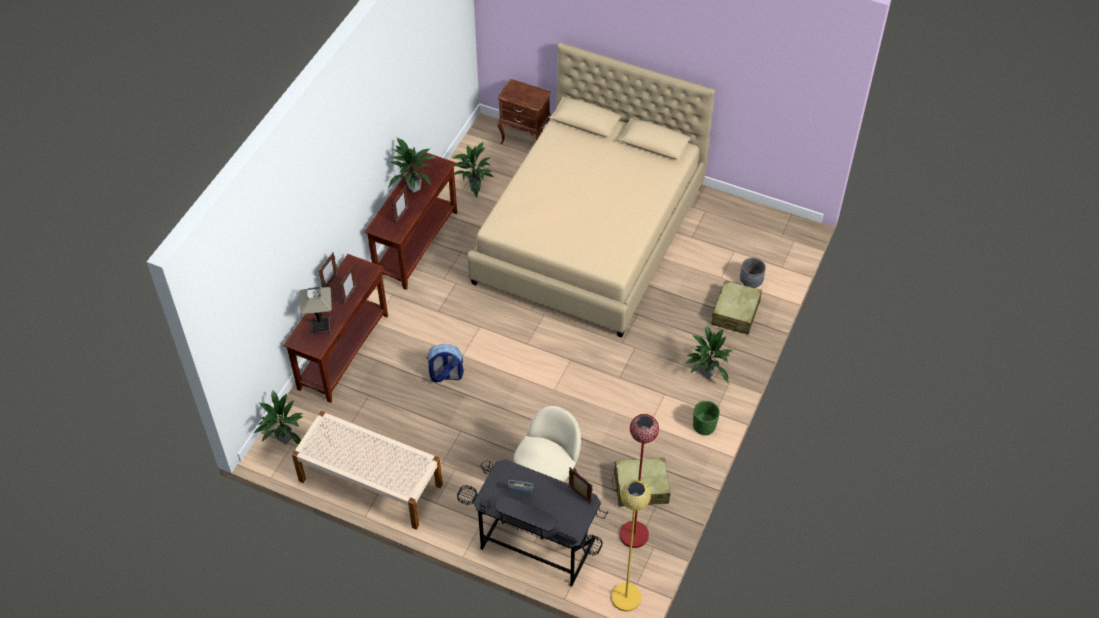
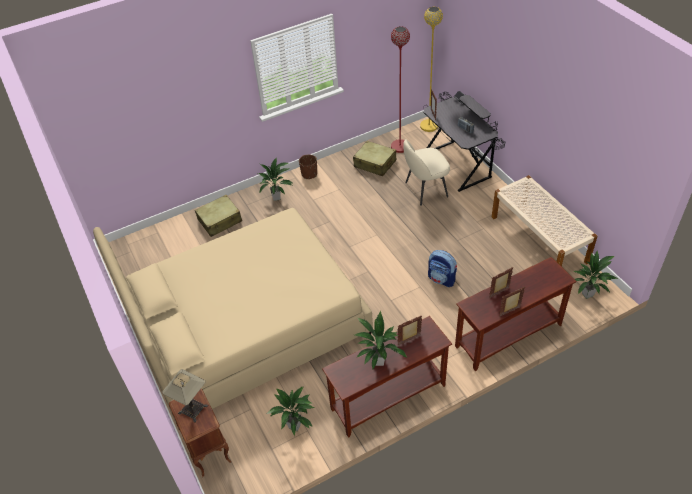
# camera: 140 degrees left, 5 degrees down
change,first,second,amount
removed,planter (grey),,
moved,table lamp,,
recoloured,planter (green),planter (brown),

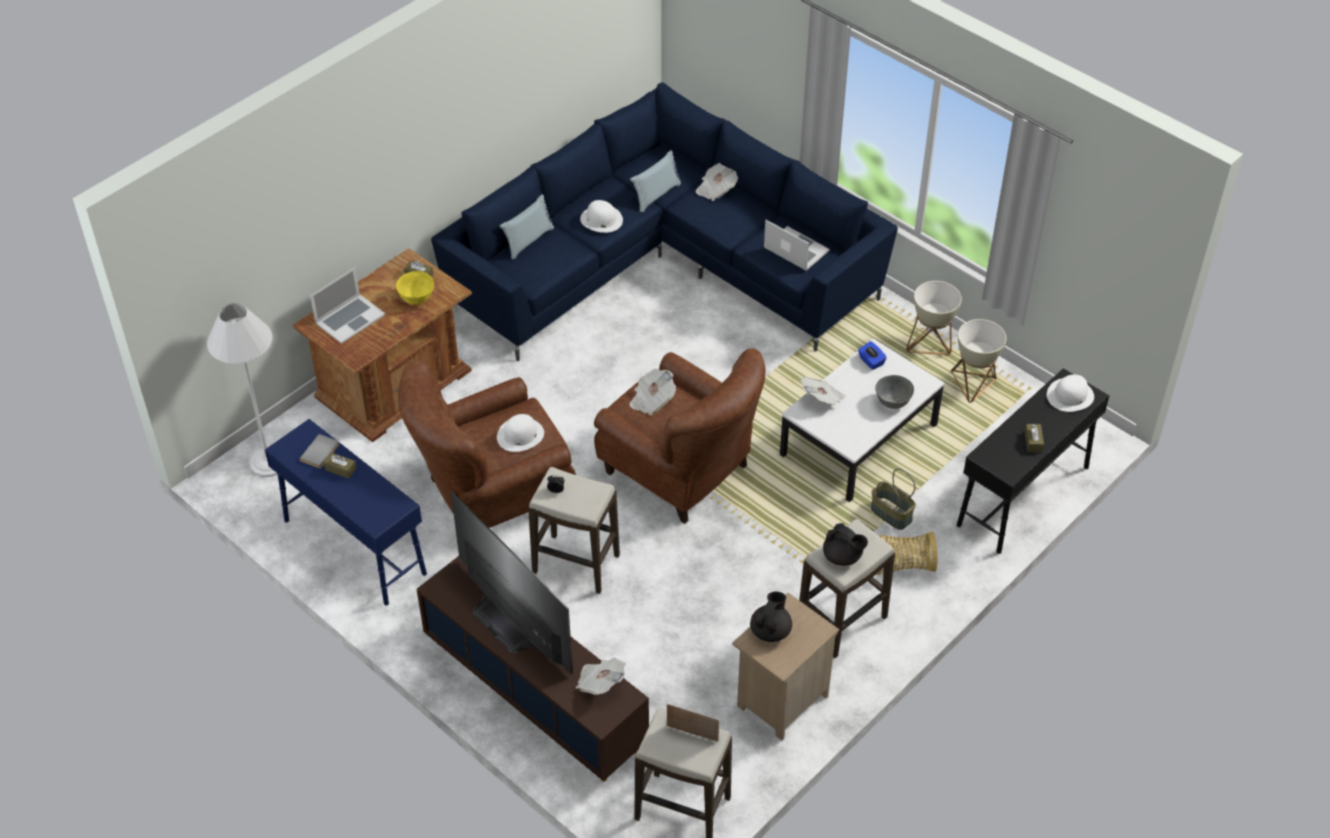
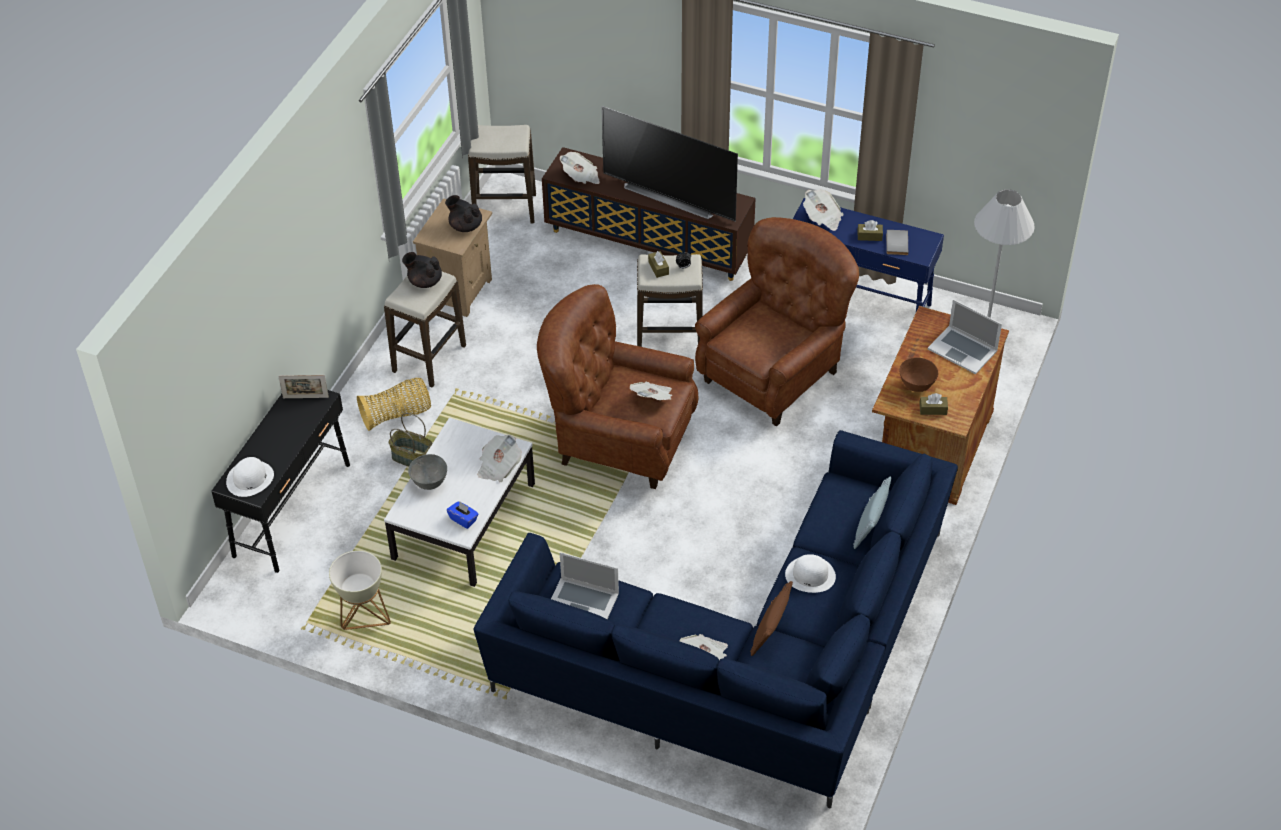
# camera: 160 degrees right, 0 degrees up
change,first,second,amount
recoloured,pillow (blue) (2nd from left),pillow (brown),
turned,laptop (1st from left in the first image),laptop (2nd from left),75 degrees counterclockwise
recoloured,bowl (yellow),bowl (brown),
removed,planter (1st from left),,
removed,hat (white) (1st from left),,
moved,tissue box (brown) (3rd from left in the first image),tissue box (brown) (1st from left),
turned,teapot (black) (1st from left in the first image),teapot (black) (2nd from left),120 degrees clockwise
moved,picture frame,,
added,,newspaper (5th from left),

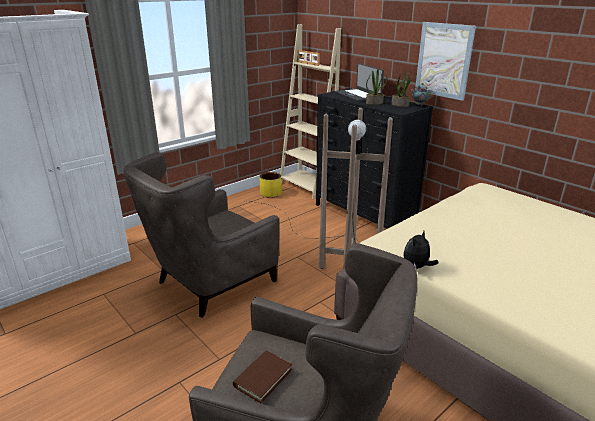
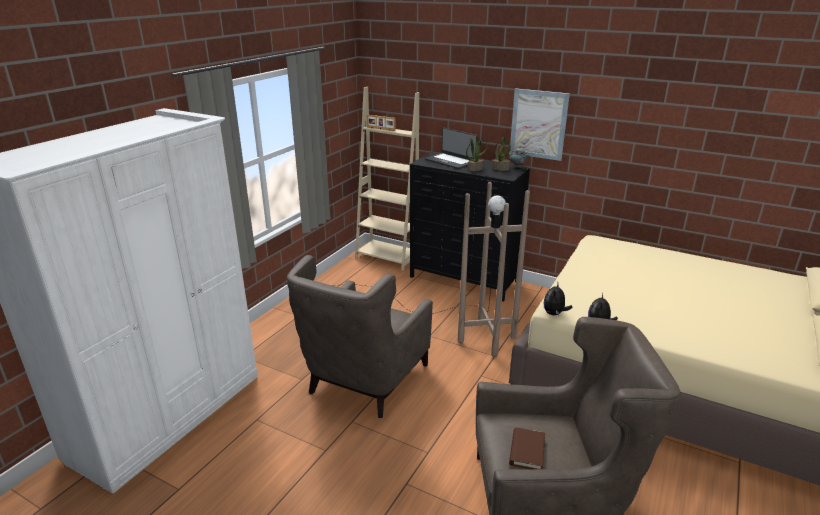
# camera: 20 degrees left, 0 degrees up
change,first,second,amount
removed,planter (yellow),,
added,,plush toy (1st from left),

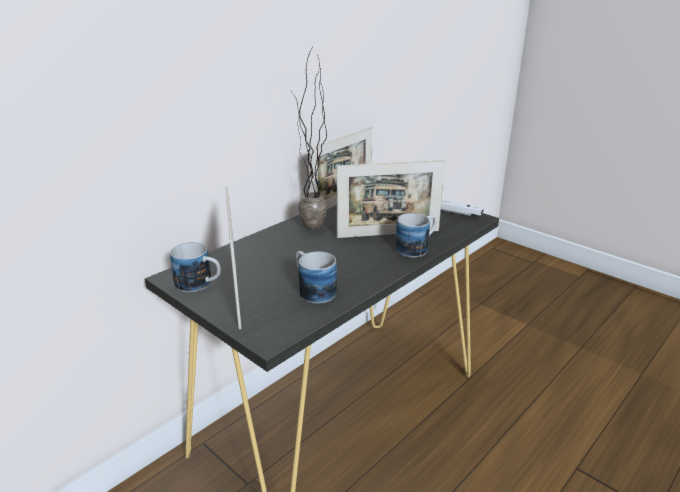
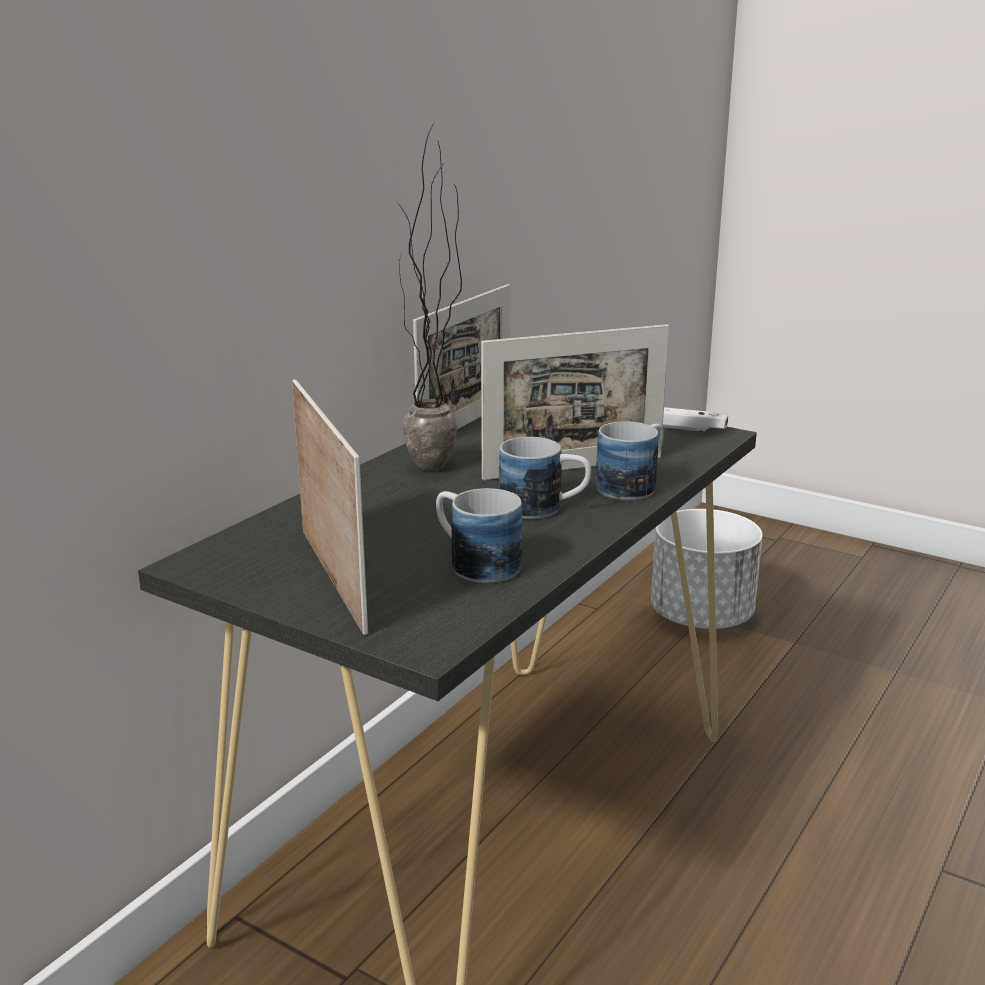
# camera: 10 degrees left, 5 degrees down
change,first,second,amount
moved,mug (1st from left in the first image),mug (2nd from left),
added,,planter (white),

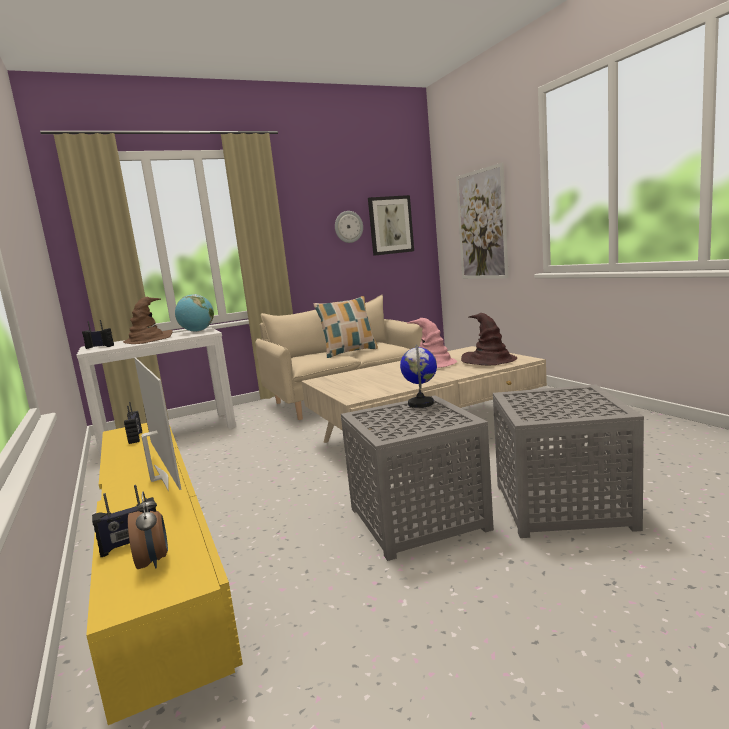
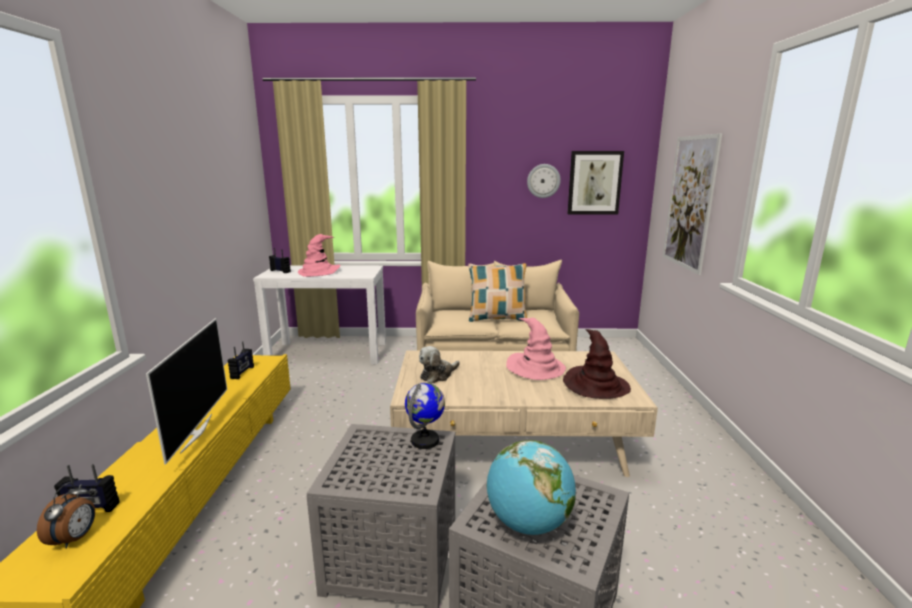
# camera: 25 degrees right, 5 degrees up
change,first,second,amount
moved,globe (1st from left in the first image),globe (2nd from left),
recoloured,hat (brown) (1st from left),hat (pink) (1st from left),
added,,plush toy,

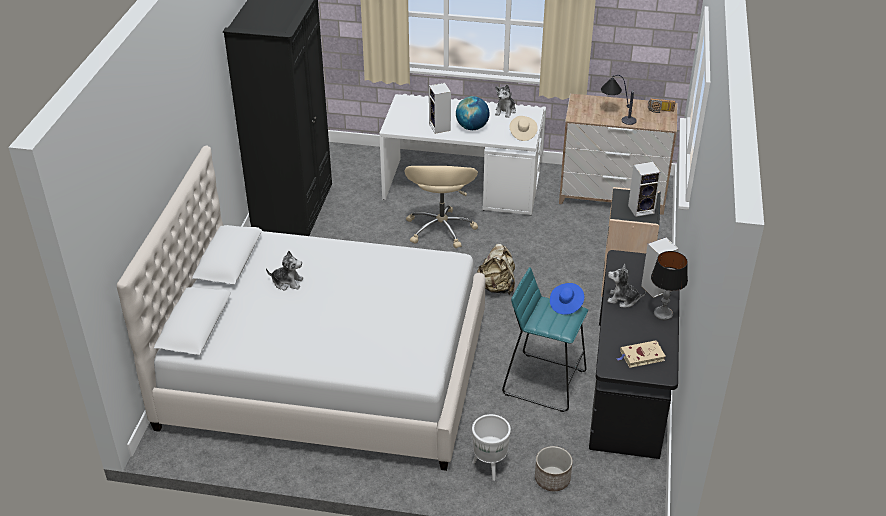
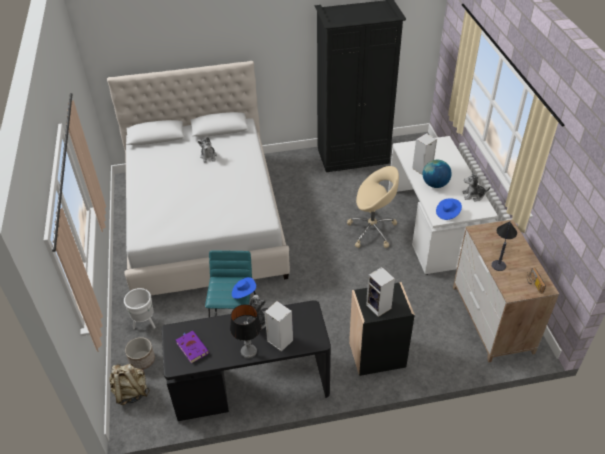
# camera: 70 degrees right, 5 degrees up
change,first,second,amount
recoloured,hat (beige),hat (blue) (2nd from left),
turned,office chair (beige),,150 degrees counterclockwise
moved,backpack (beige),,
recoloured,book (beige),book (purple),

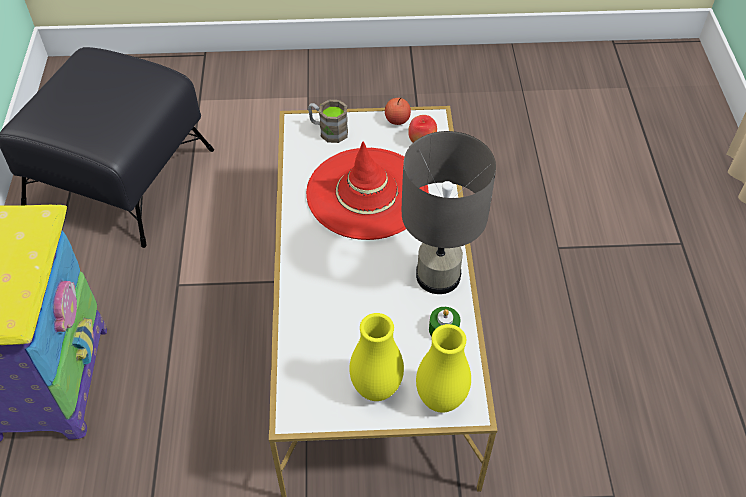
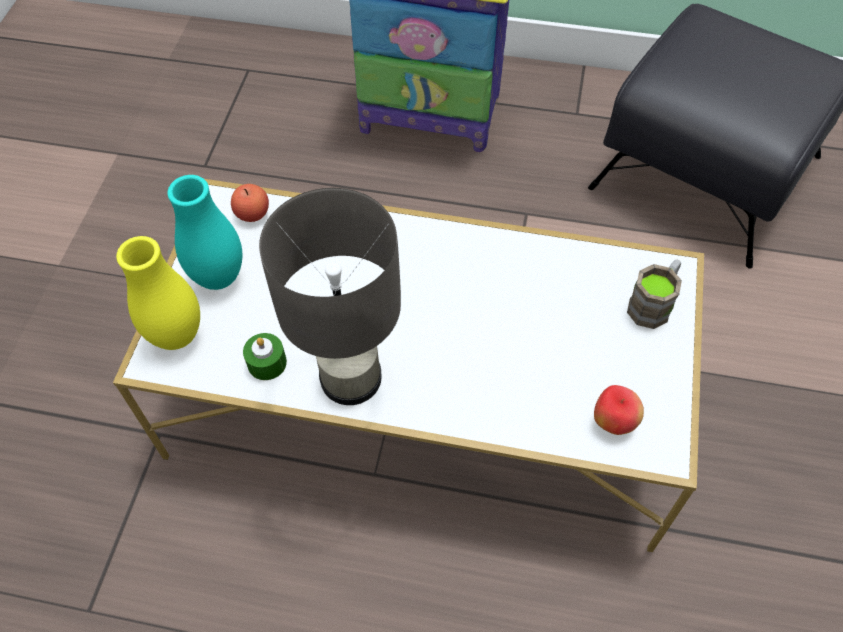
# camera: 105 degrees right, 5 degrees up
change,first,second,amount
moved,apple (1st from left),,
removed,hat (red),,
recoloured,vase (yellow) (1st from left),vase (turquoise),

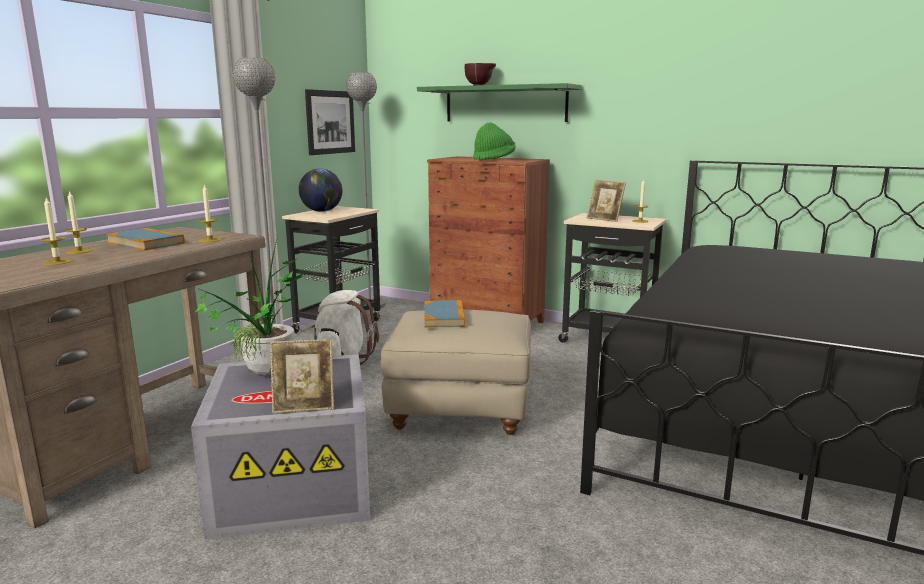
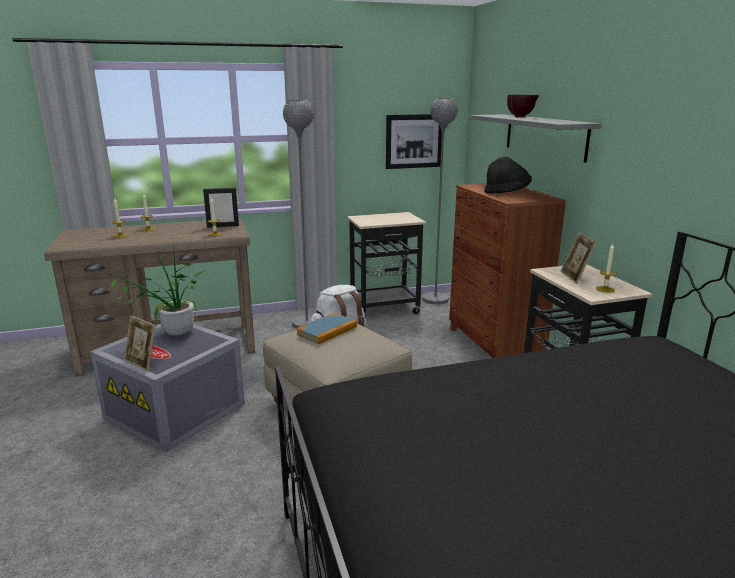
# camera: 45 degrees right, 5 degrees up
change,first,second,amount
recoloured,shelf (green),shelf (grey),
recoloured,hat (green),hat (black),
removed,globe,,
removed,book (1st from left),,
added,,picture frame (2nd from left),

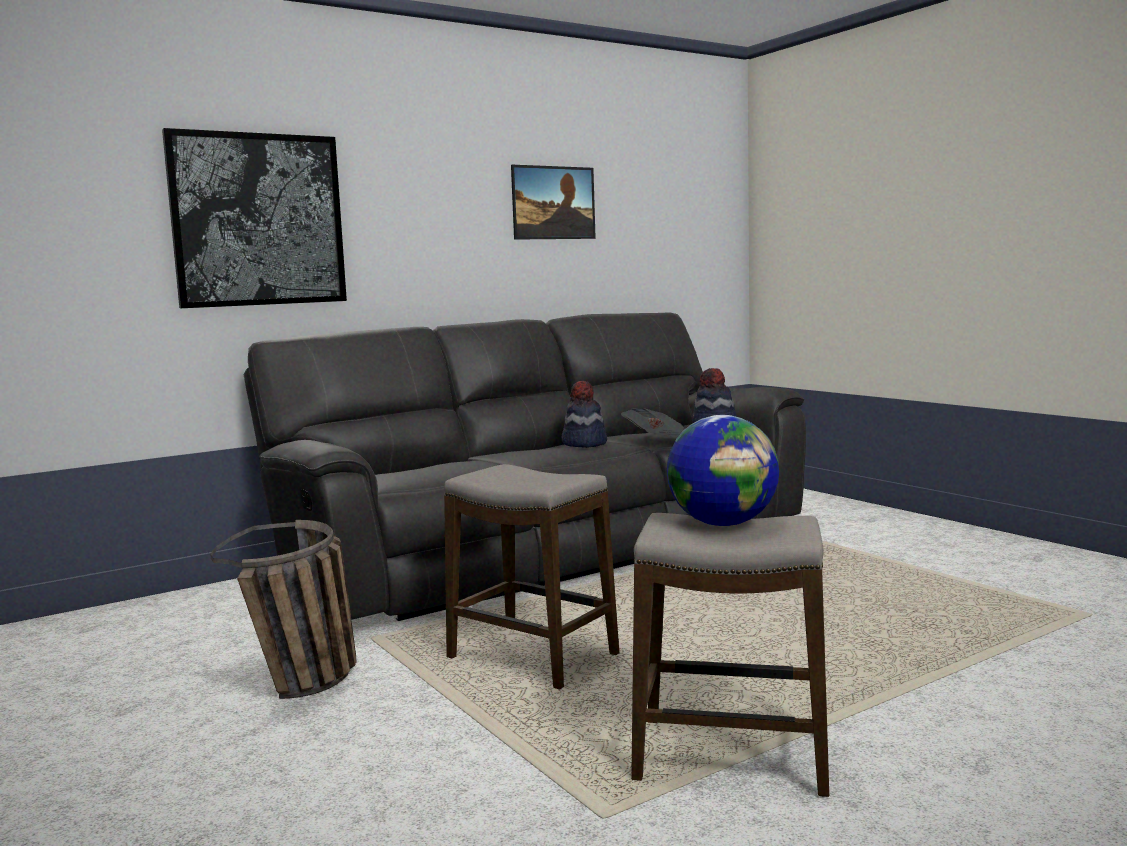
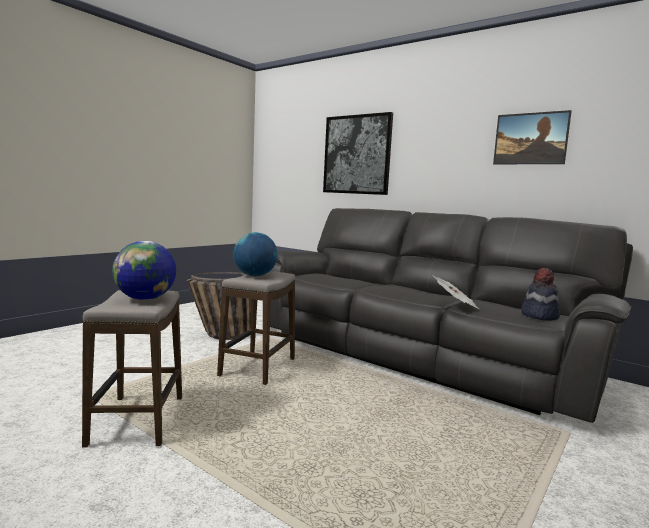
# camera: 70 degrees right, 0 degrees up
change,first,second,amount
removed,hat (1st from left),,
added,,globe (2nd from left),

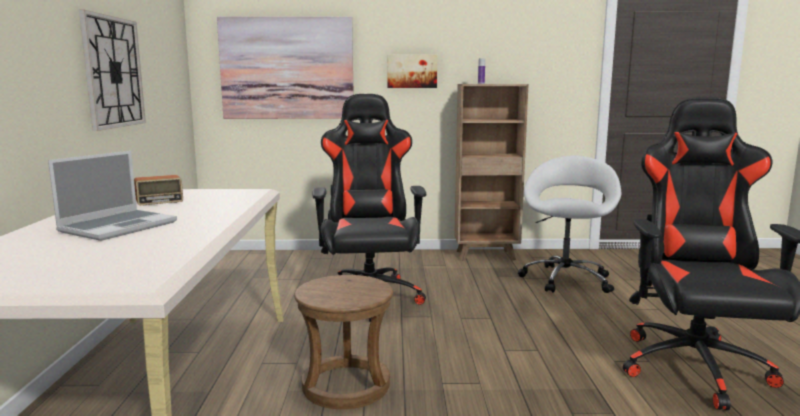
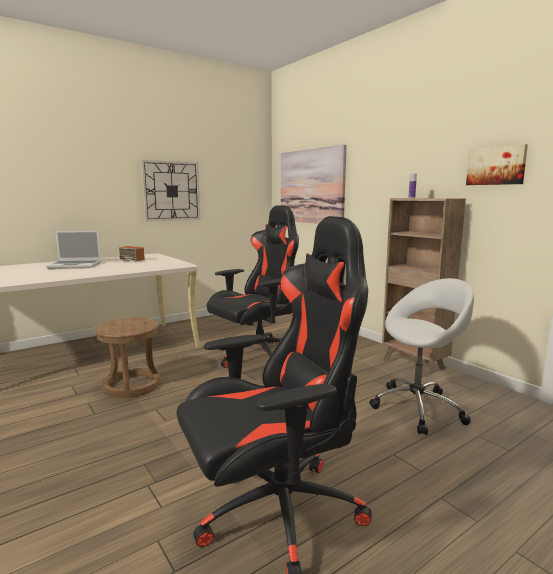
# camera: 55 degrees right, 0 degrees up
change,first,second,amount
moved,picture (2nd from left),,

